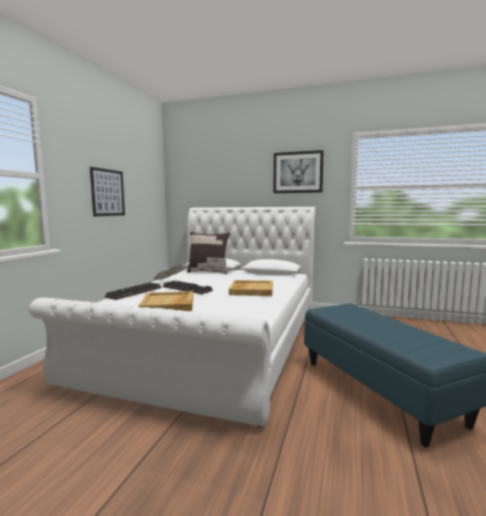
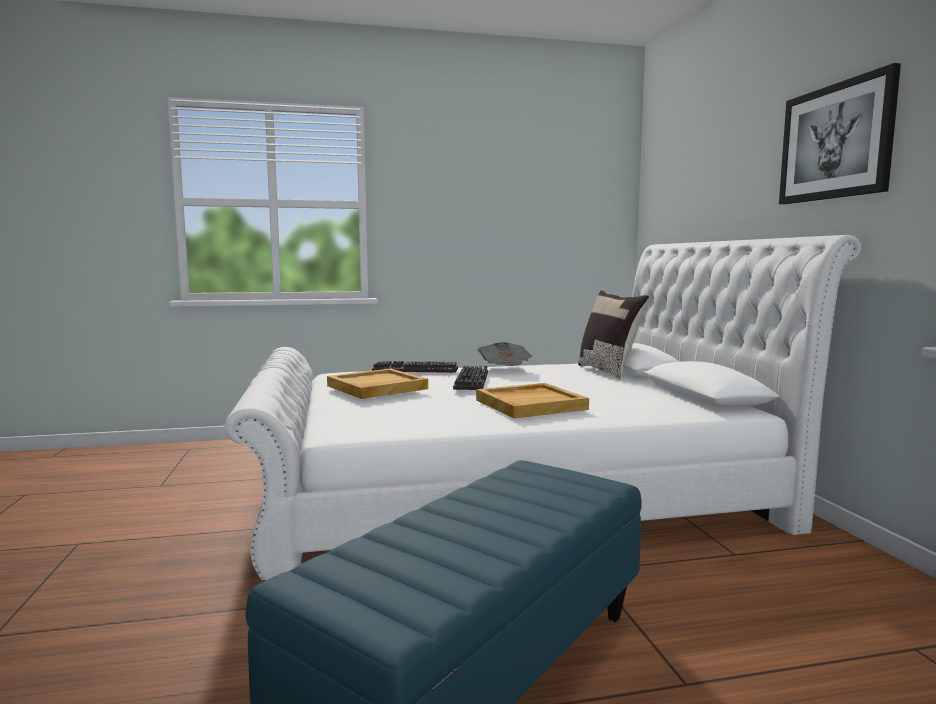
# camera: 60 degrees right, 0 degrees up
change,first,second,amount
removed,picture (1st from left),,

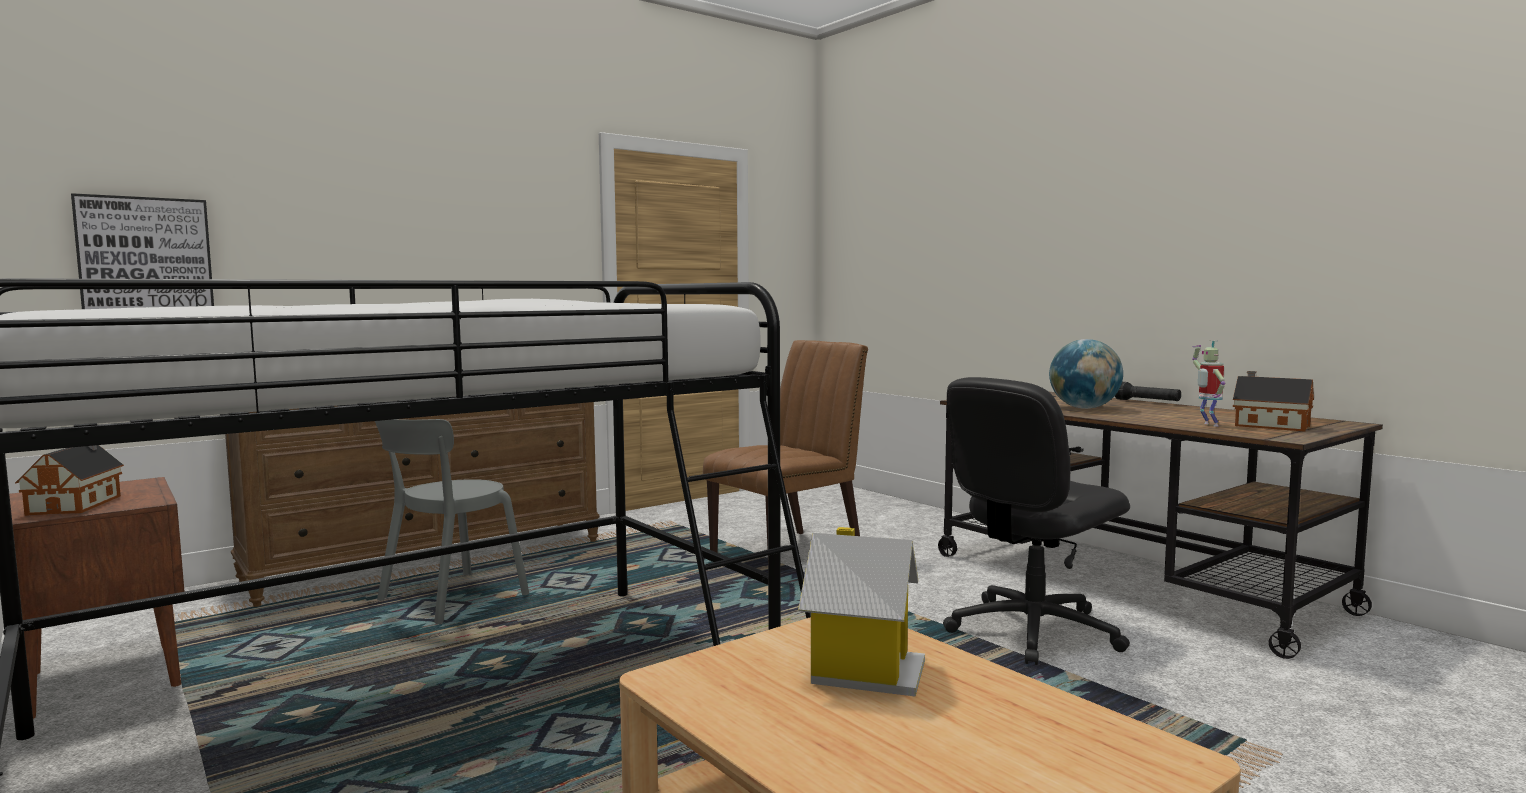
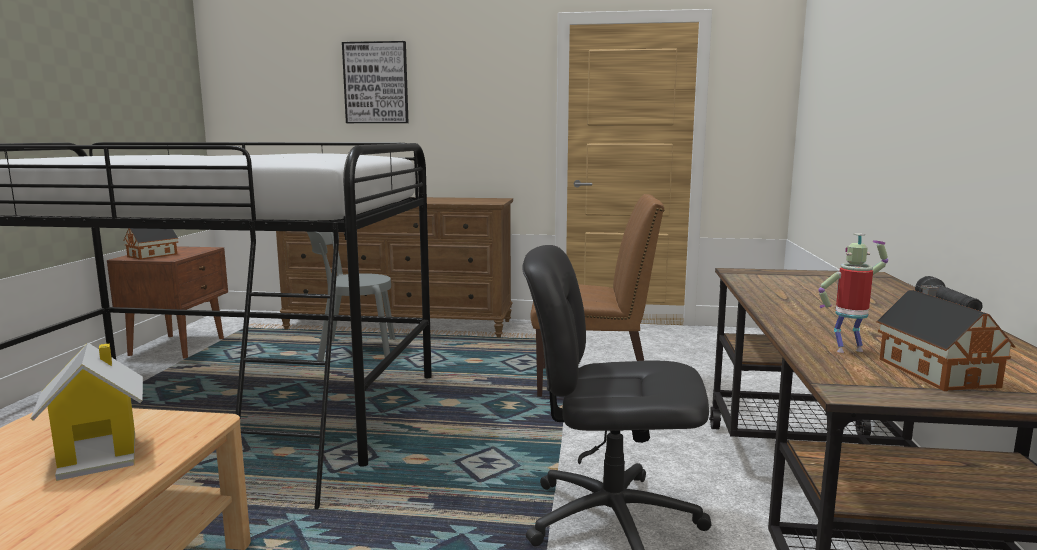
# camera: 45 degrees right, 5 degrees up
change,first,second,amount
moved,picture,,
removed,globe,,
turned,toy robot,,45 degrees clockwise

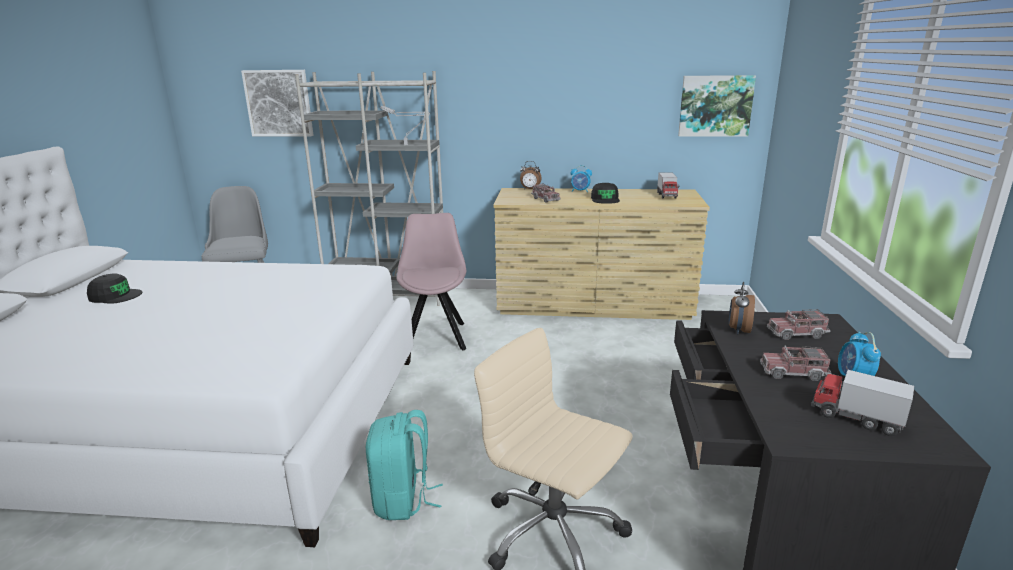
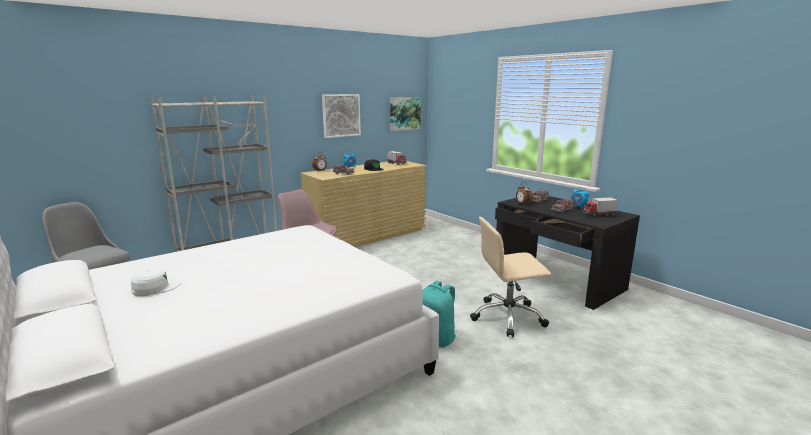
# camera: 45 degrees left, 5 degrees down
change,first,second,amount
moved,picture (1st from left),,
recoloured,cap (black) (1st from left),cap (white),

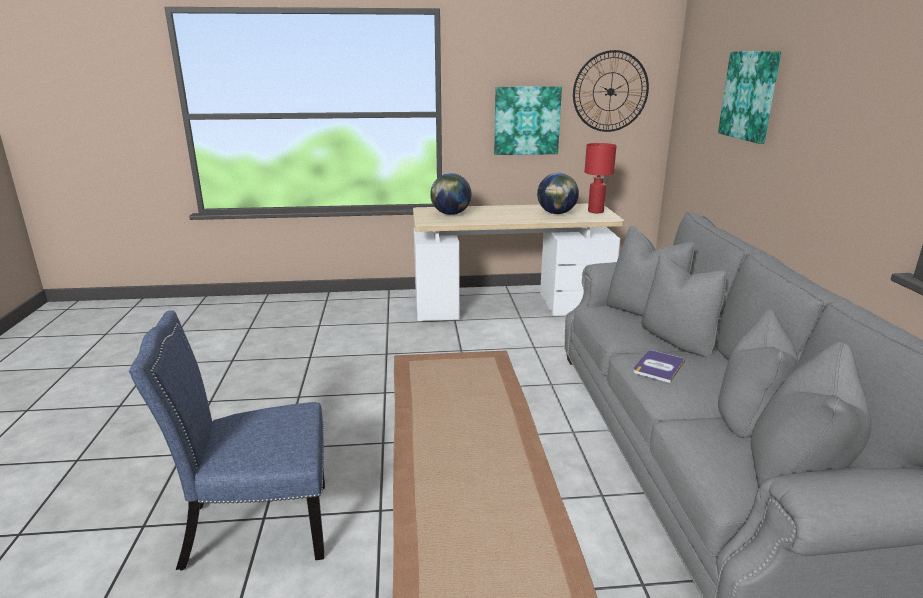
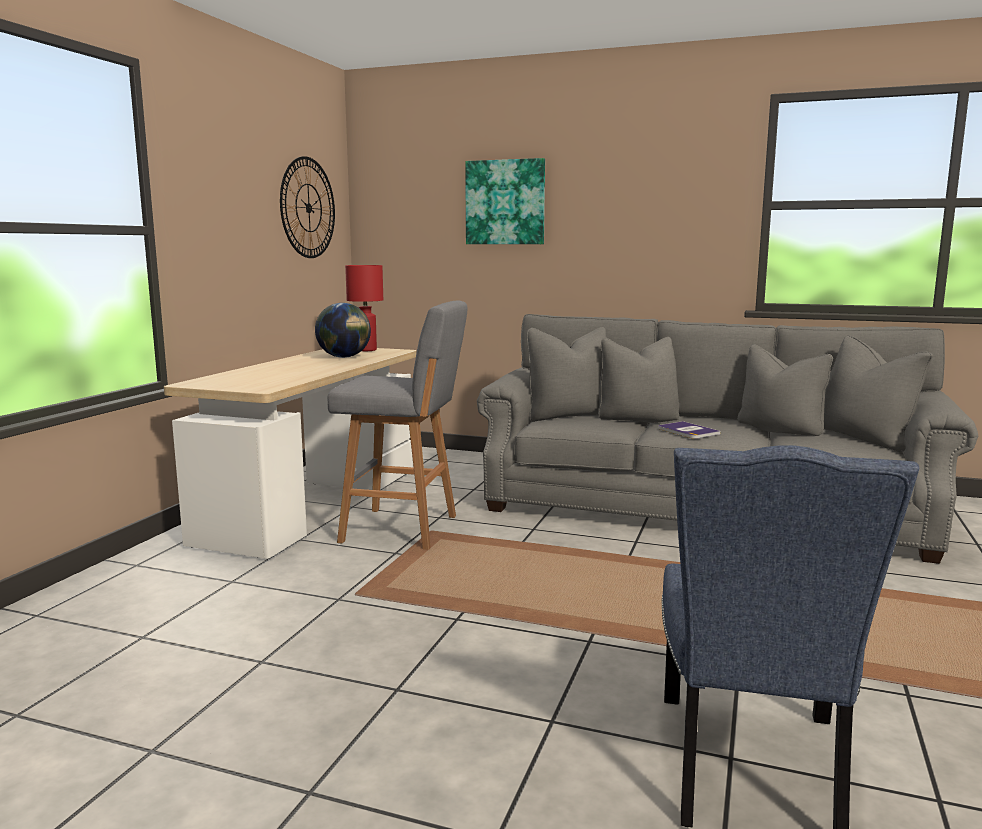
# camera: 65 degrees left, 10 degrees down
change,first,second,amount
removed,picture (1st from left),,
removed,globe (1st from left),,
added,,stool (grey),

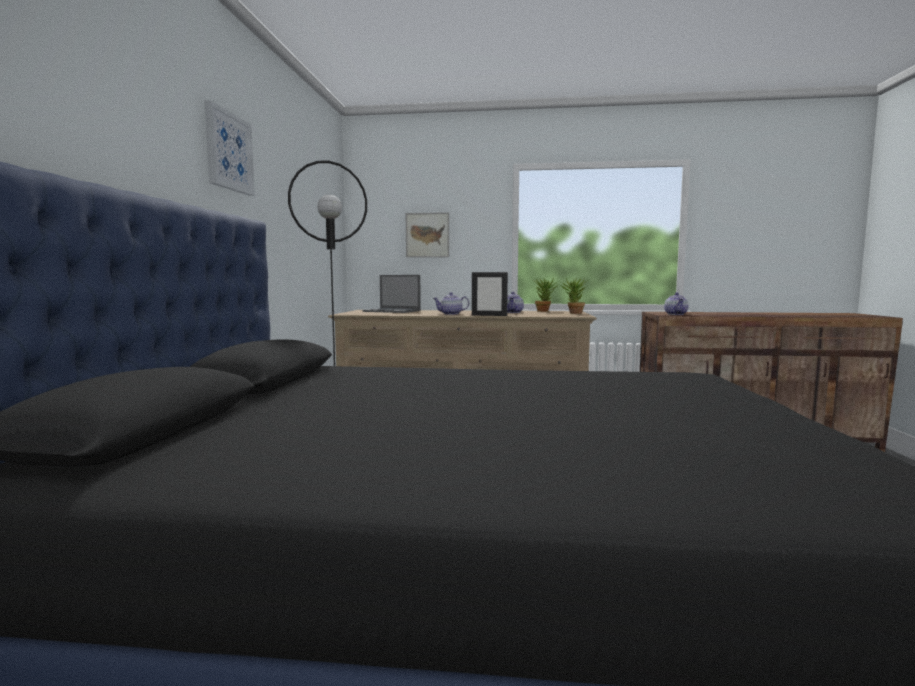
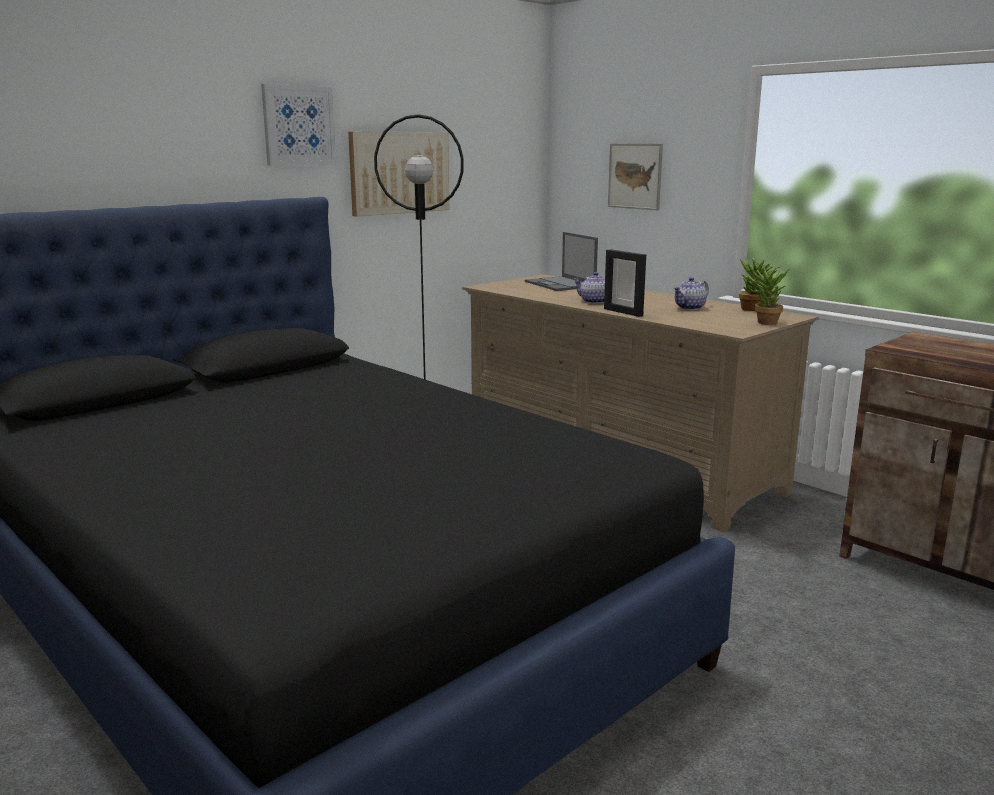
# camera: 40 degrees right, 10 degrees up
change,first,second,amount
removed,teapot (3rd from left),,
added,,picture (2nd from left),

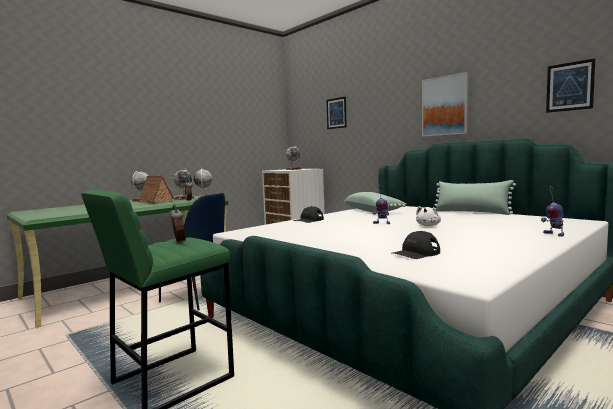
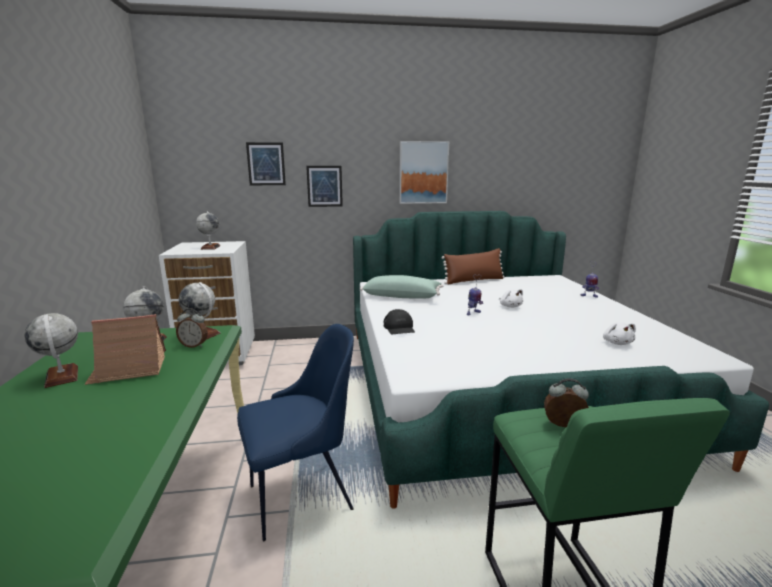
# camera: 55 degrees left, 10 degrees up
change,first,second,amount
moved,picture (3rd from left in the first image),picture (2nd from left),
recoloured,pillow (green) (2nd from left),pillow (brown),
replaced,cap (black) (2nd from left),plush toy (white) (2nd from left),

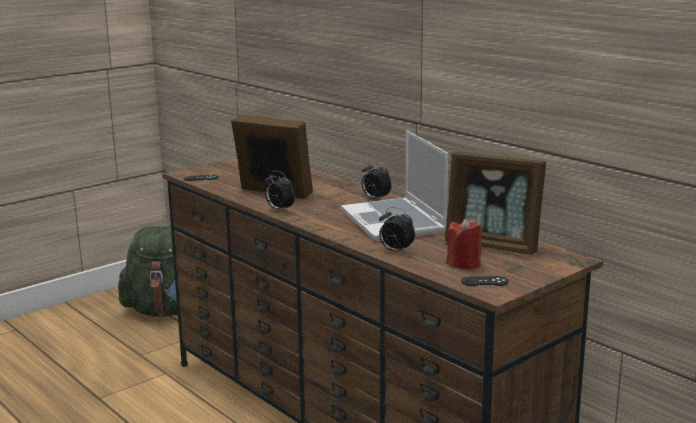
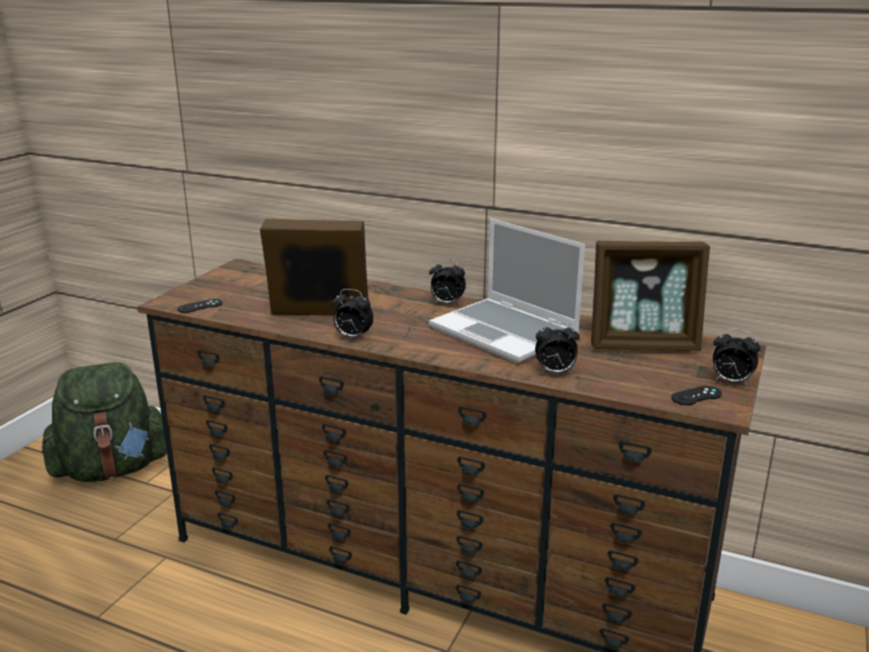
# camera: 25 degrees left, 5 degrees up
change,first,second,amount
removed,candle (red),,
added,,alarm clock (4th from left),

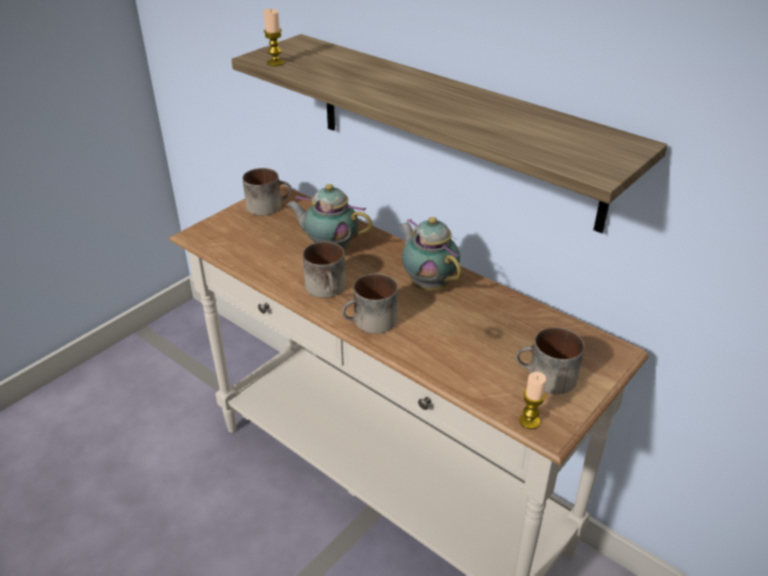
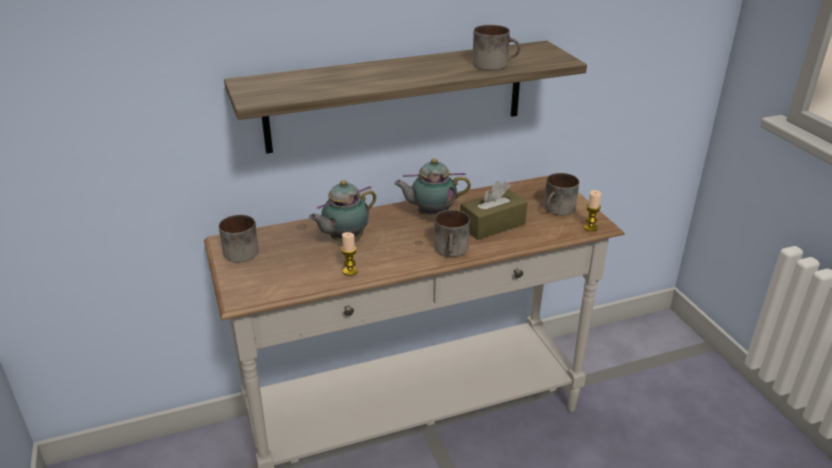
# camera: 60 degrees left, 5 degrees down
change,first,second,amount
moved,candle (1st from left),,
moved,mug (2nd from left in the first image),mug (3rd from left),
added,,tissue box (brown),

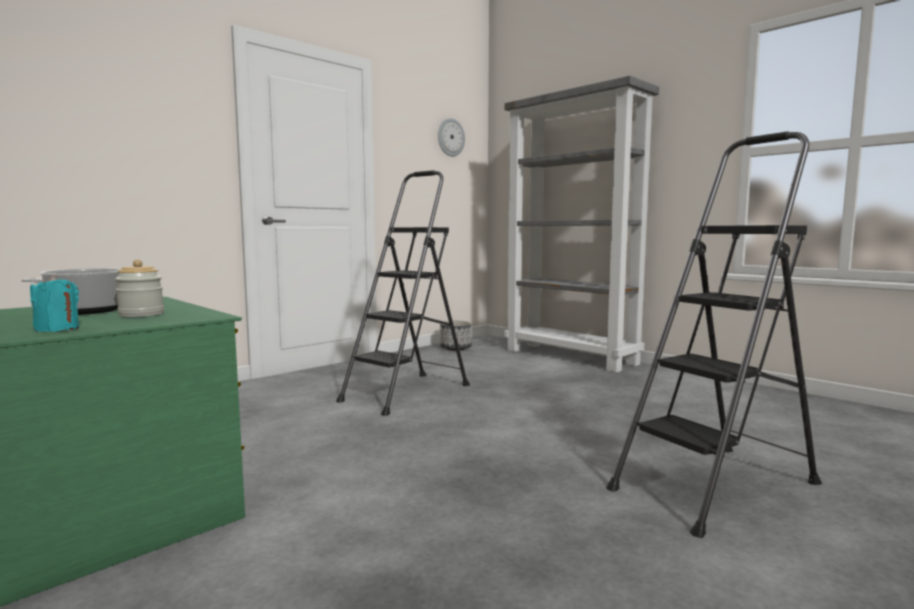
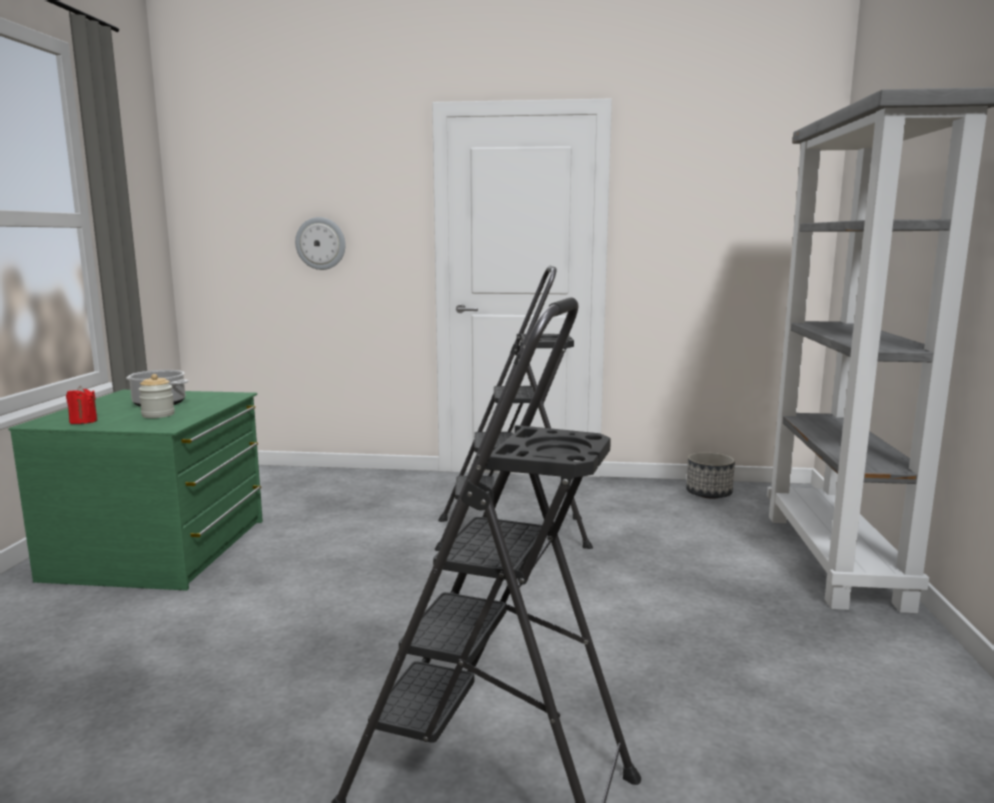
# camera: 50 degrees right, 5 degrees up
change,first,second,amount
moved,wall clock,,
recoloured,candle (turquoise),candle (red),

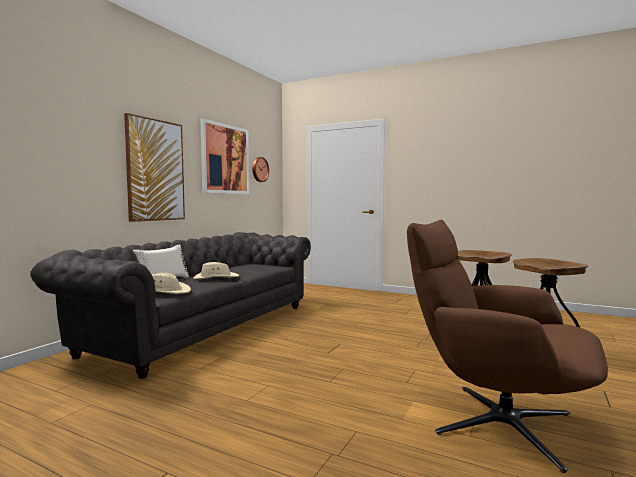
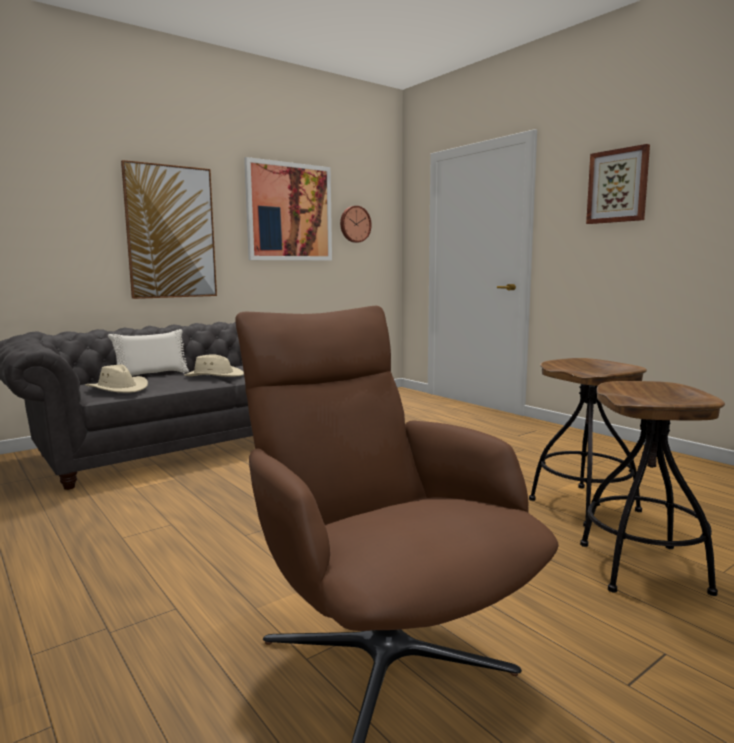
# camera: 25 degrees right, 5 degrees up
change,first,second,amount
added,,picture (3rd from left),

